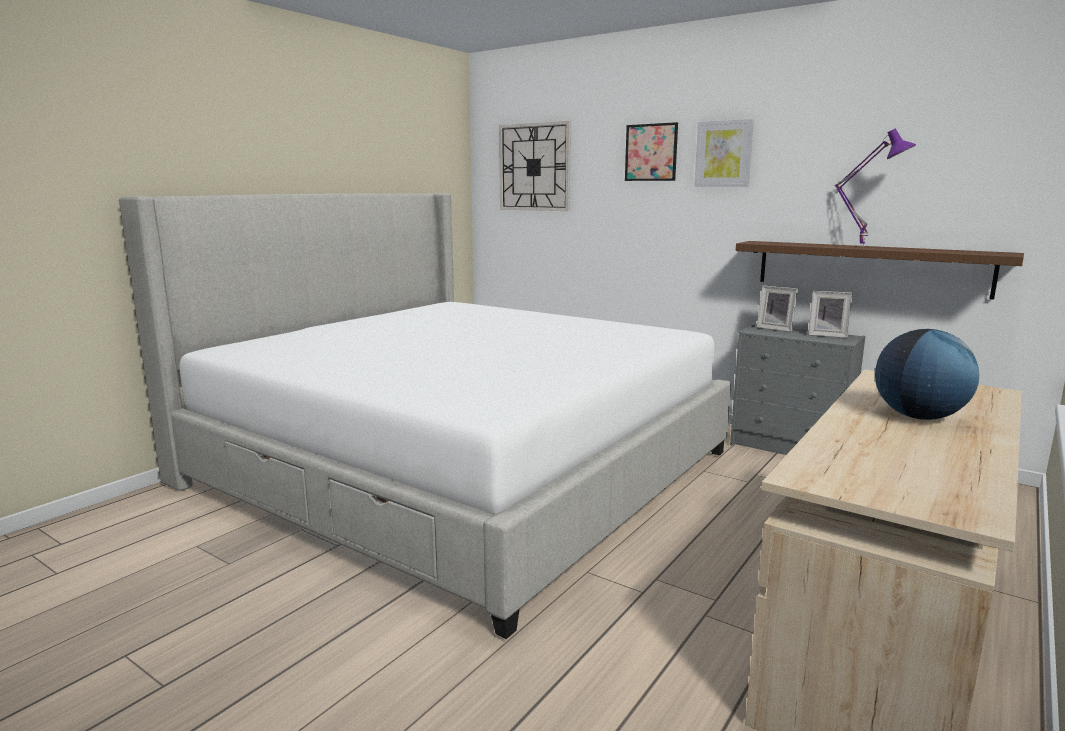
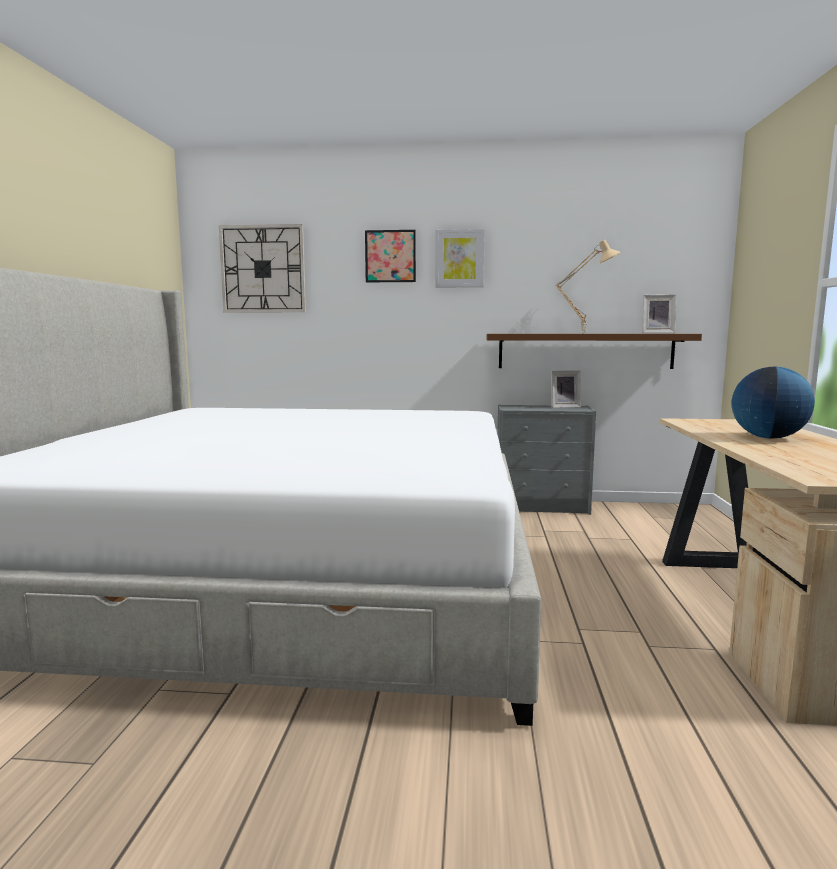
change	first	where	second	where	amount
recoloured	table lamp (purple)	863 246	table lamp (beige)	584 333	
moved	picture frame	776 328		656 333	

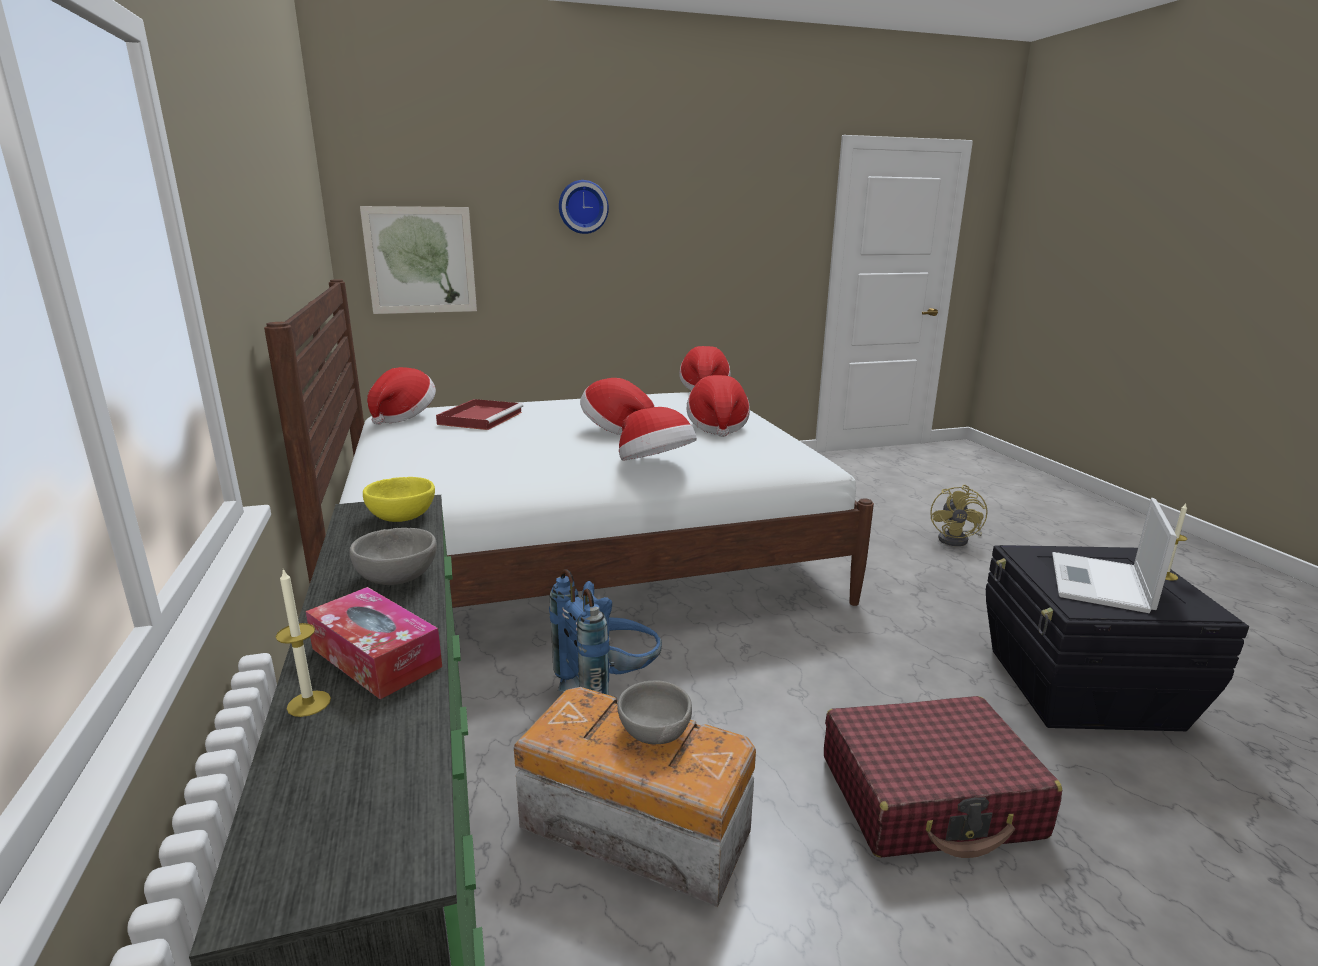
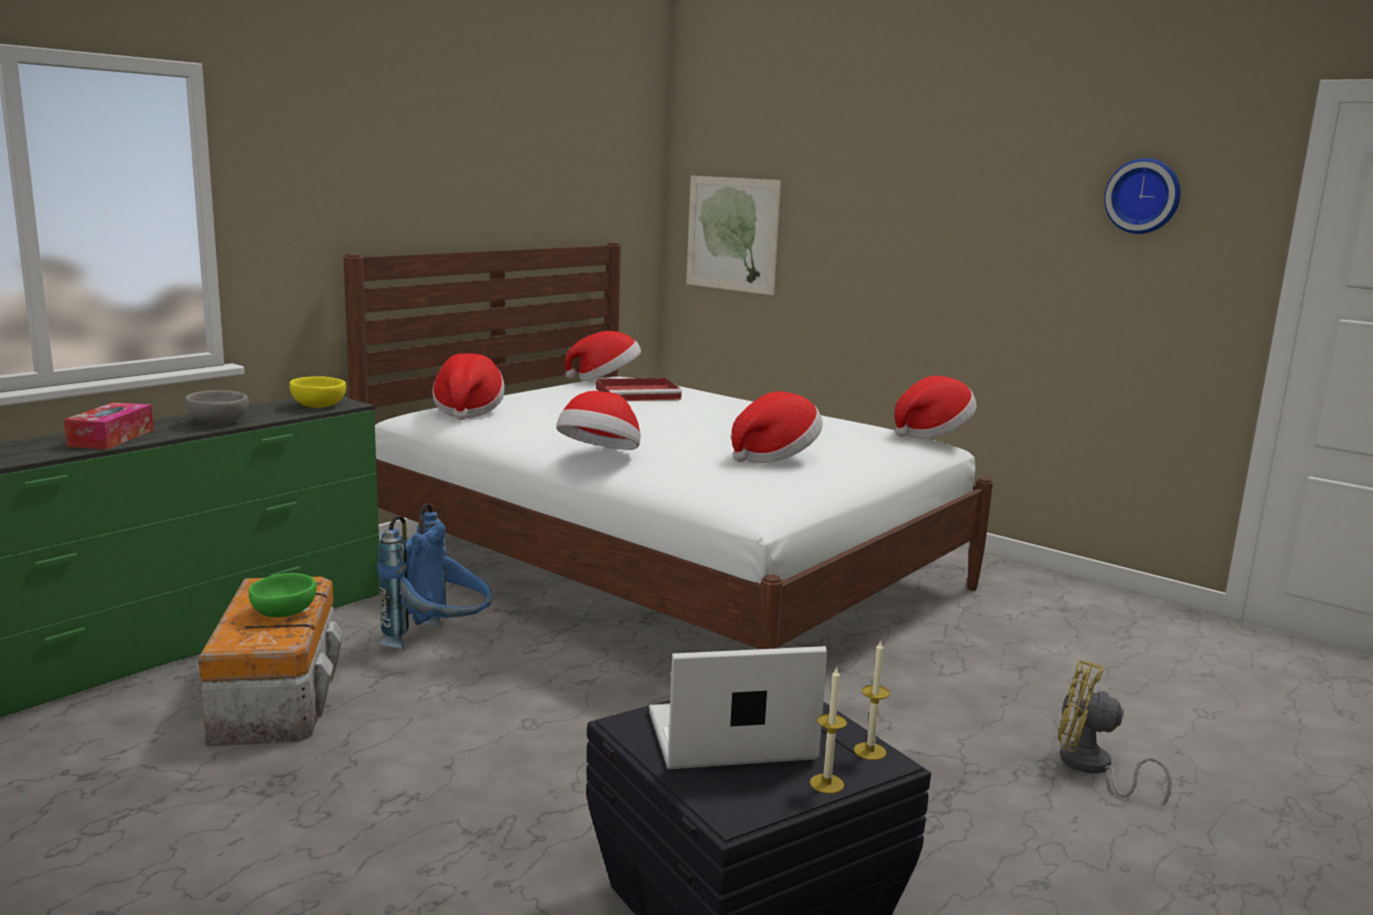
change	first	where	second	where	amount
moved	wall clock	582 207		1143 196	
moved	hat	616 430		468 411	
turned	fan (yellow)	957 539		1091 768	45 degrees clockwise
moved	candle	309 703		870 751	
recoloured	bowl (grey)	656 731	bowl (green)	285 613	
removed	suitcase (red)	930 797			

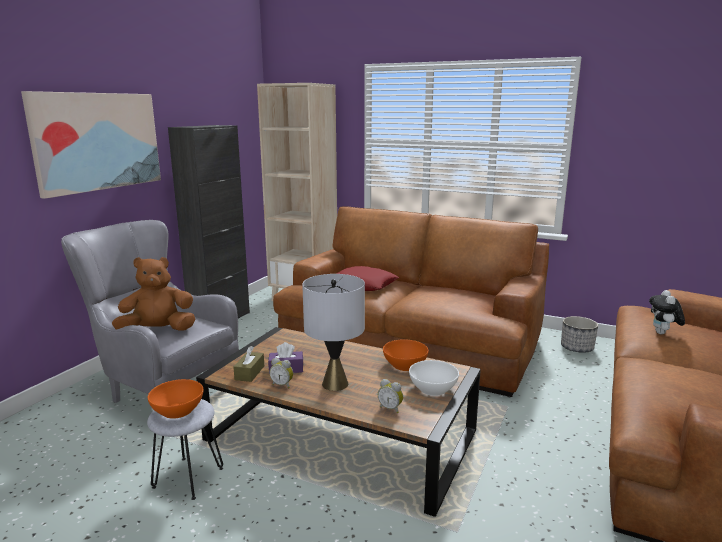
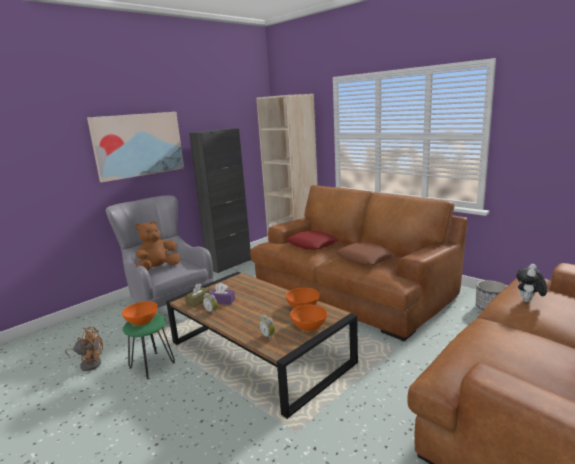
change	first	where	second	where	amount
turned	plush toy (brown)	158 331		158 268	45 degrees counterclockwise
removed	table lamp (grey)	335 383			
recoloured	bowl (white)	433 388	bowl (orange)	309 326	
recoloured	stool (grey)	188 477	stool (green)	152 365	
added			pillow (brown)	364 259	
added			fan (brown)	89 363	

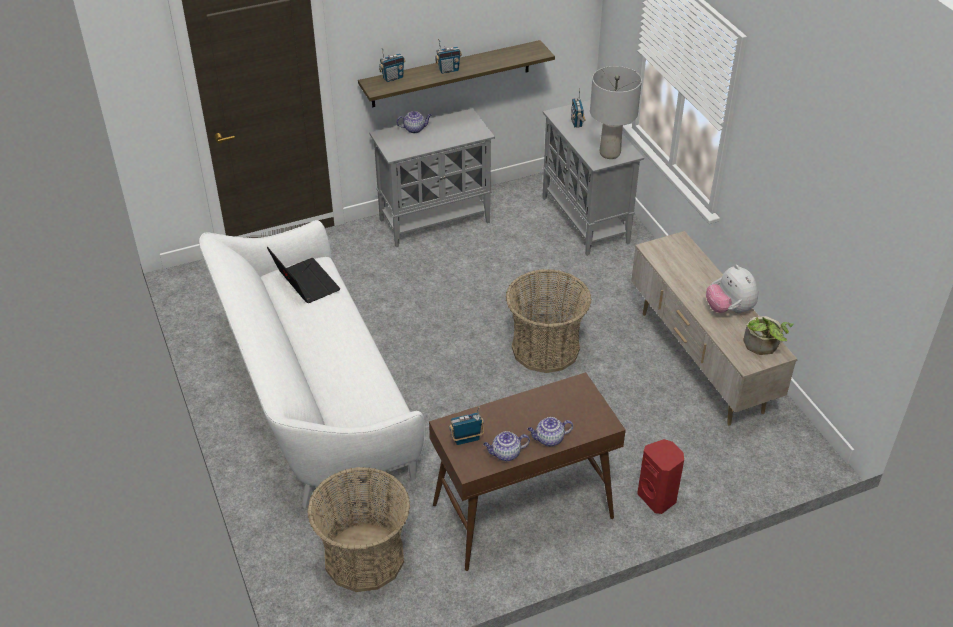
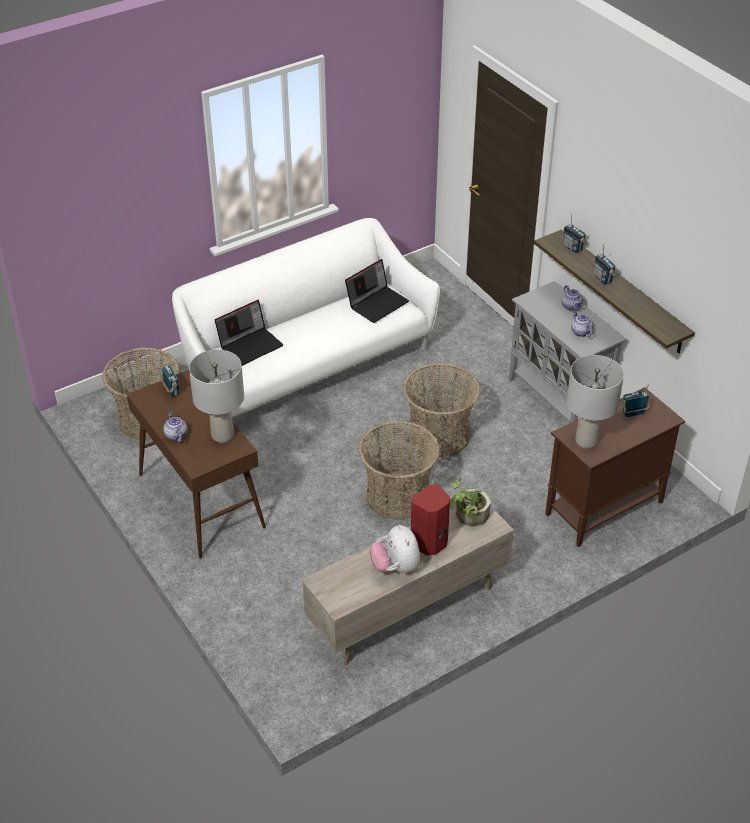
change	first	where	second	where	amount
recoloured	cabinet (grey)	585 220	cabinet (brown)	603 509	
turned	plush toy	729 309		396 567	75 degrees counterclockwise
moved	potted plant	763 346		468 516	
moved	teapot	505 454		580 332	
moved	speaker (red)	658 498		430 543	
added			laptop	250 345	
added			table lamp (grey)	223 435	
added			basket	439 435	

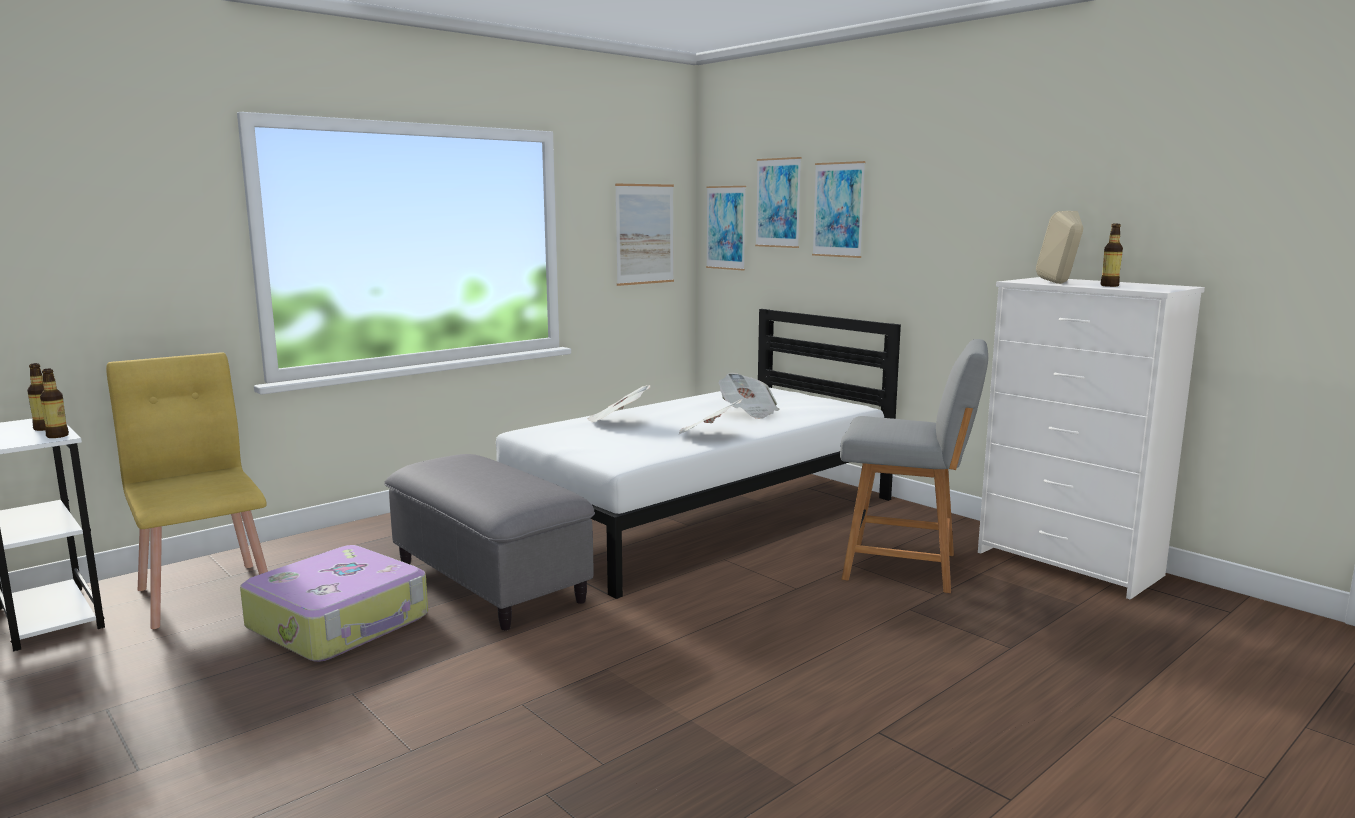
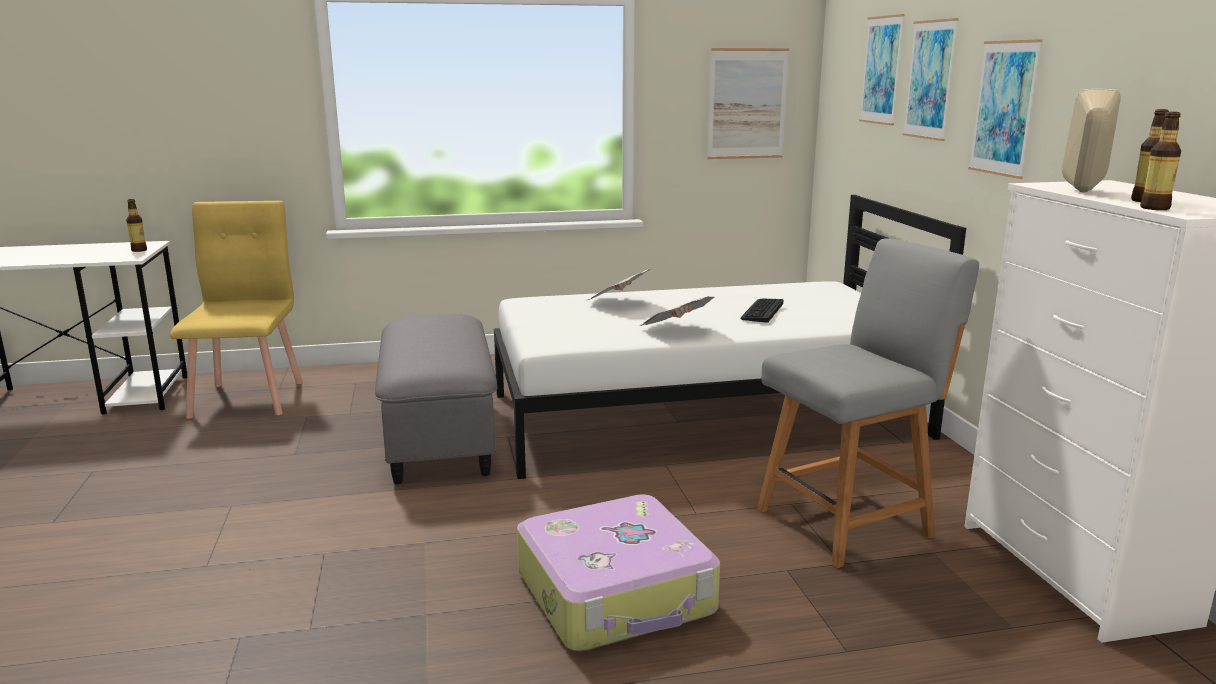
change	first	where	second	where	amount
moved	picture	726 227		1004 108	
turned	chair (grey)	905 567		848 521	75 degrees counterclockwise
moved	bottle	57 436		1155 208	
replaced	newspaper	748 412	keyboard	762 311	
moved	suitcase	340 622		617 593	

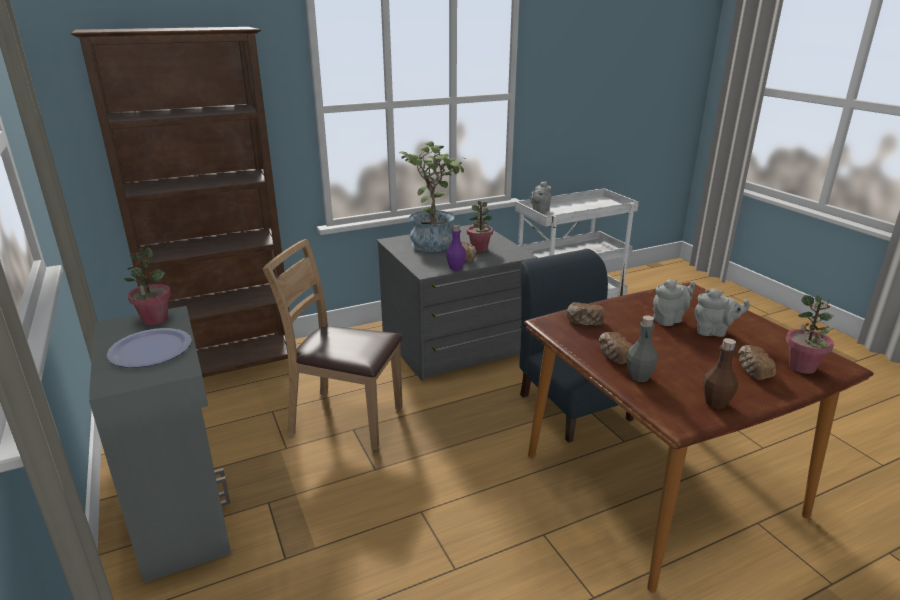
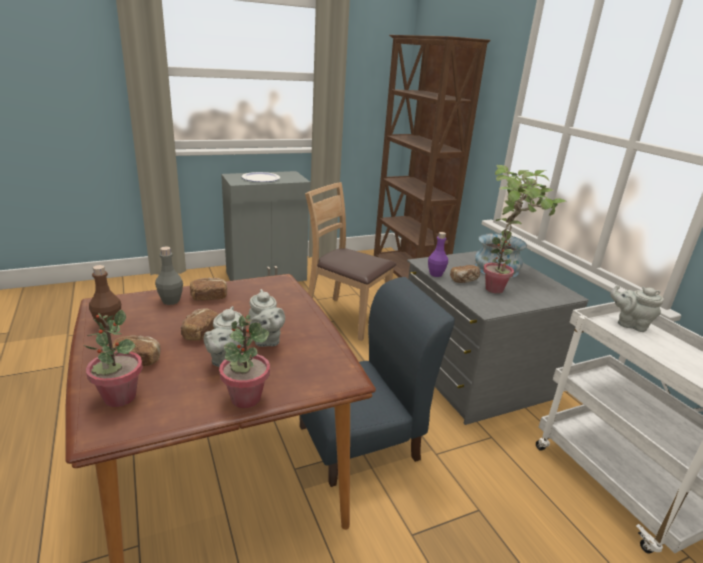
change	first	where	second	where	amount
turned	chair (brown)	345 420		345 318	75 degrees counterclockwise
moved	potted plant	155 319		245 398	
moved	bread	584 322		200 333	

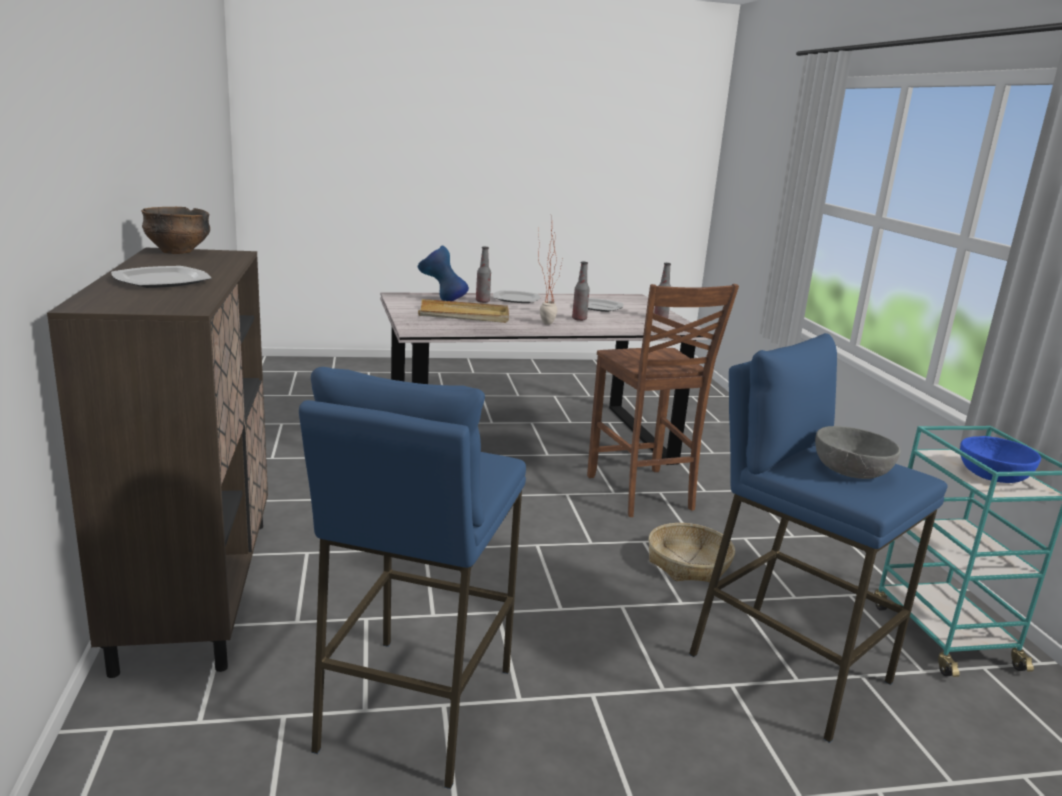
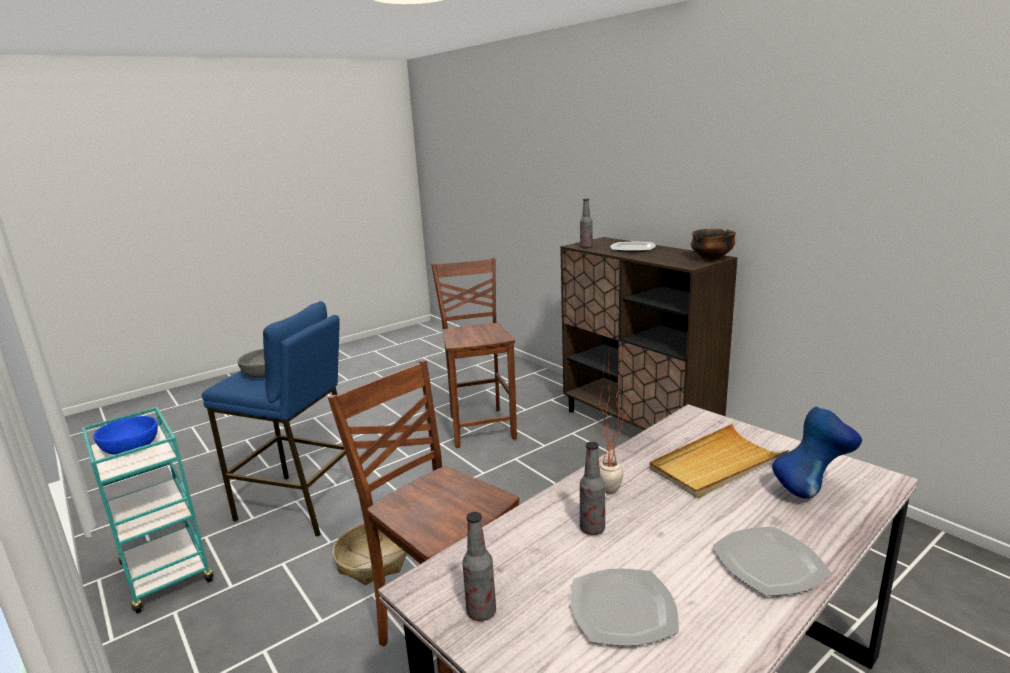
change	first	where	second	where	amount
moved	bottle	482 301		586 247	
replaced	stool (blue)	414 708	chair (brown)	481 426	

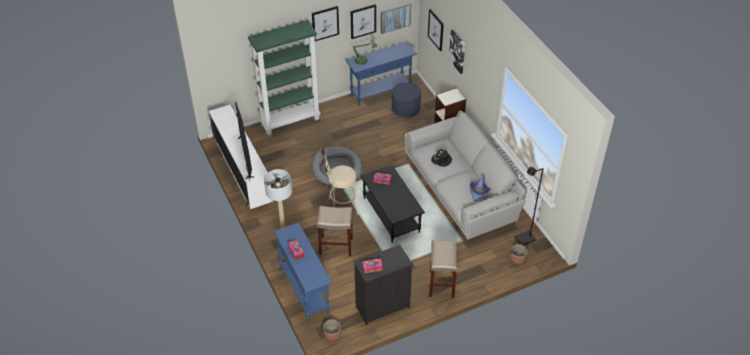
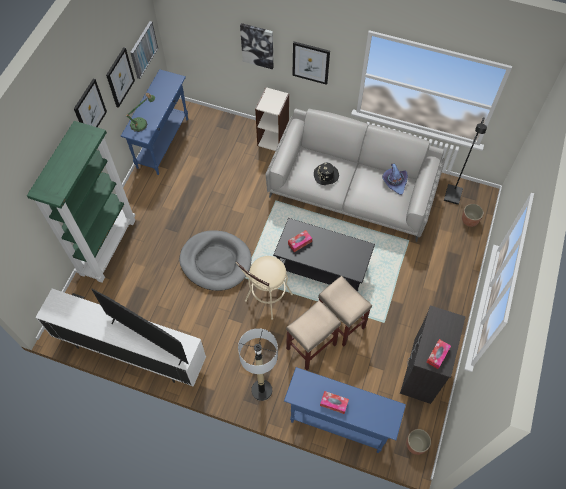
change	first	where	second	where	amount
moved	picture	436 29		311 62	
removed	ottoman (blue)	405 108			
moved	stool (beige)	441 284		340 323	

